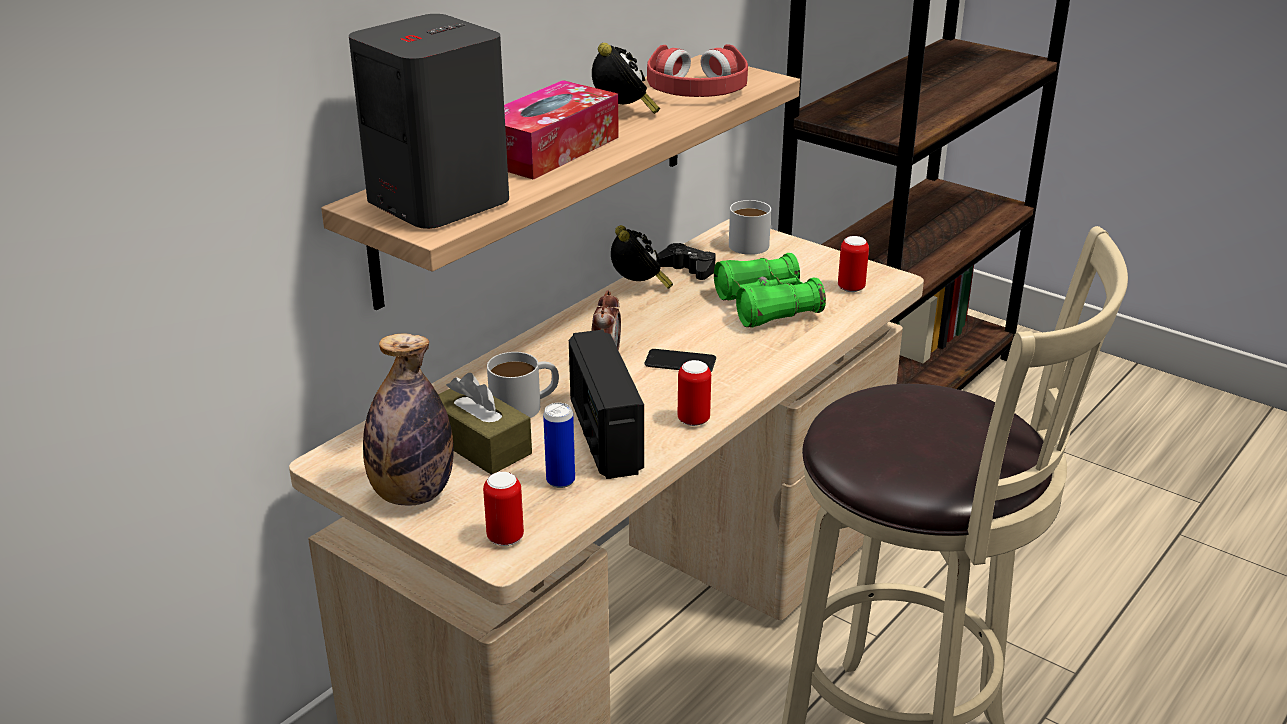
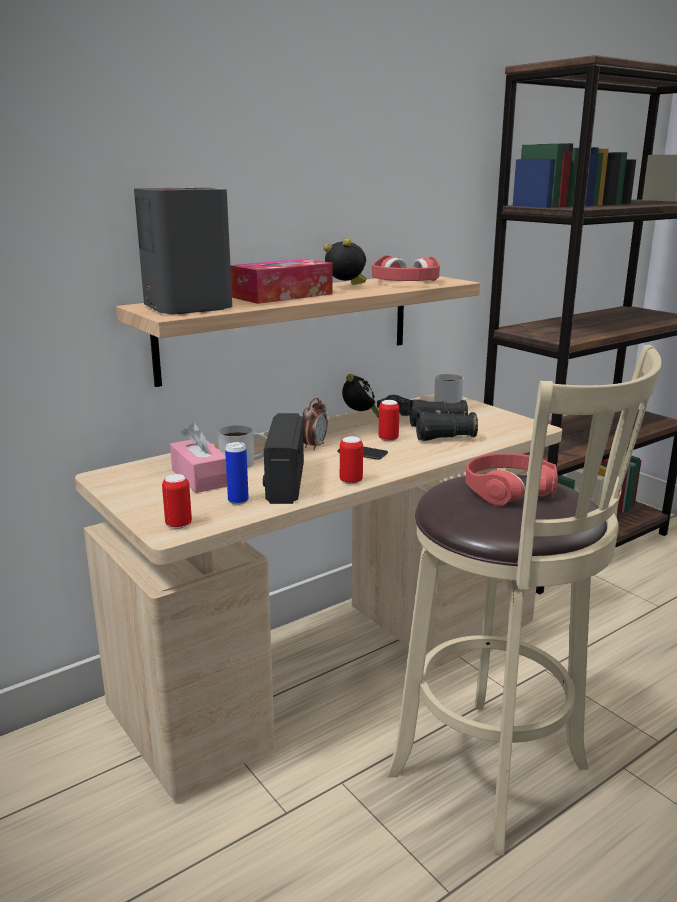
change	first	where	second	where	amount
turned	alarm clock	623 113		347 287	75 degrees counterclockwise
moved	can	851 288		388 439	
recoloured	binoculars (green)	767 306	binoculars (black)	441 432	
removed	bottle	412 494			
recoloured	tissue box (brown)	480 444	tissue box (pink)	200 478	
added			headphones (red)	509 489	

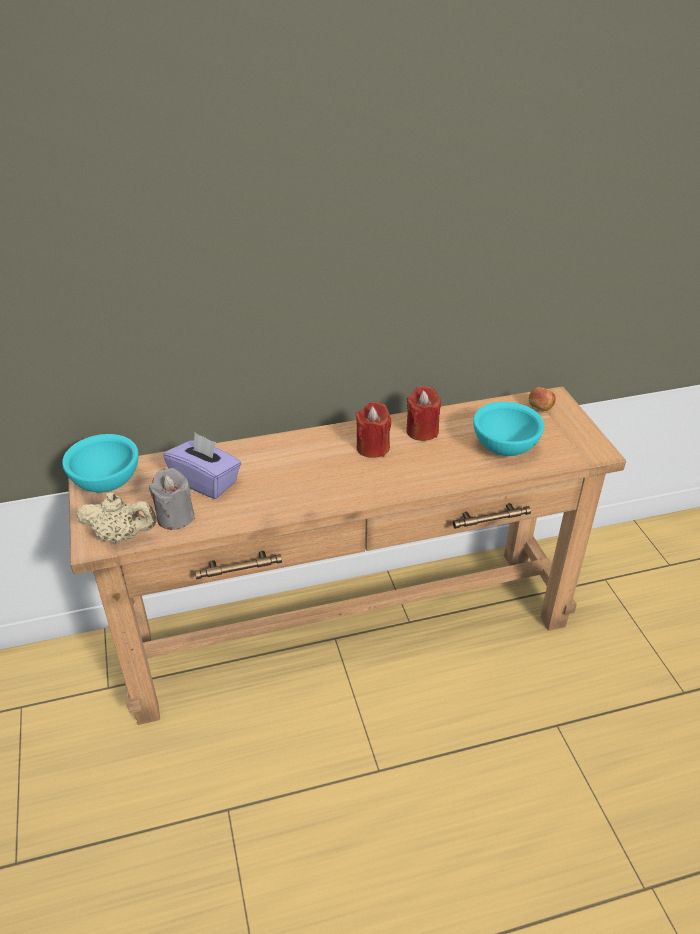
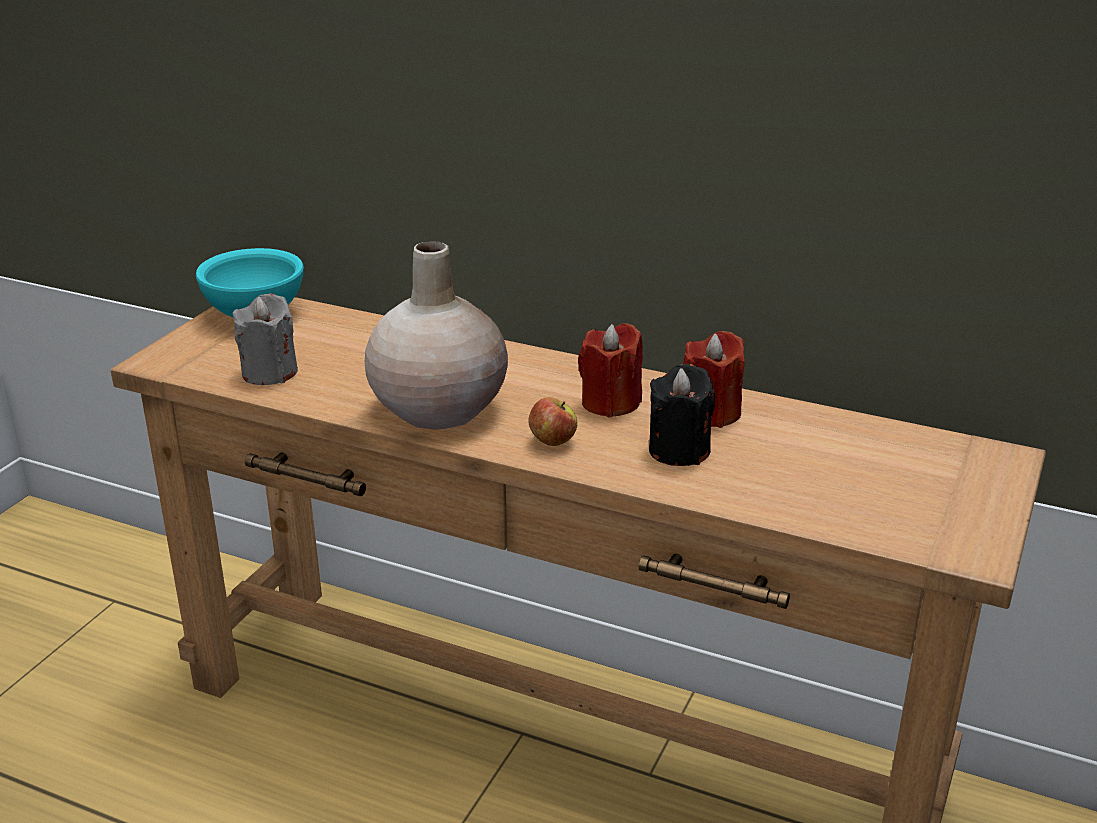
change	first	where	second	where	amount
moved	apple	540 408		552 442	
removed	bowl (turquoise)	504 447			
removed	tissue box (purple)	206 481			
removed	teapot (beige)	121 536			
added			vase (beige)	438 409	
added			candle (black)	679 451	

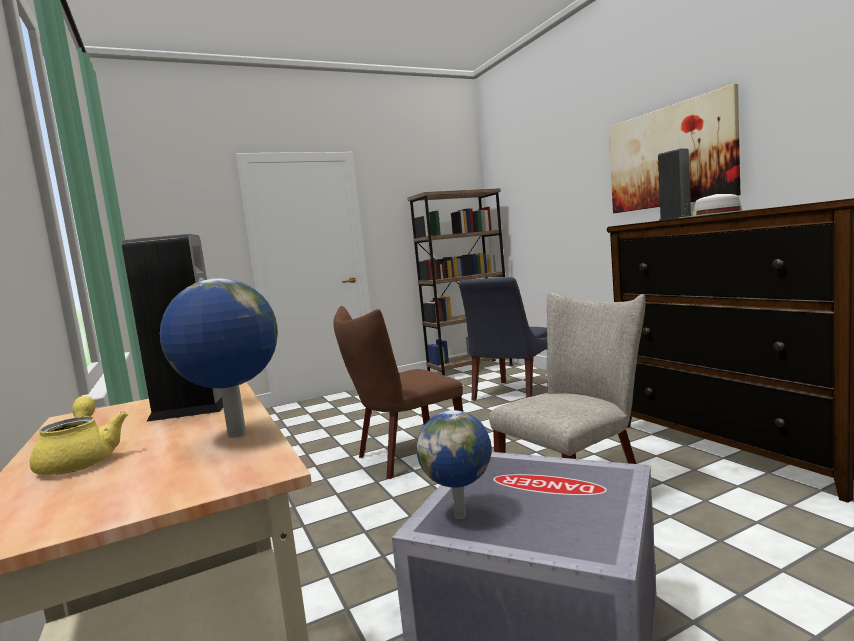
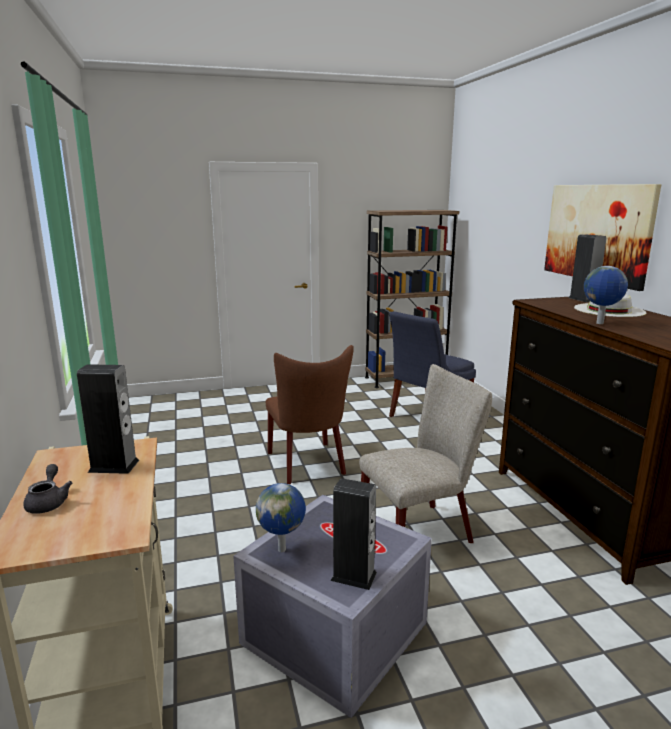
change	first	where	second	where	amount
moved	globe	236 435		600 323	
turned	chair (brown)	405 457		308 465	90 degrees counterclockwise
recoloured	teapot (yellow)	82 460	teapot (grey)	49 502	
added			speaker	353 576	

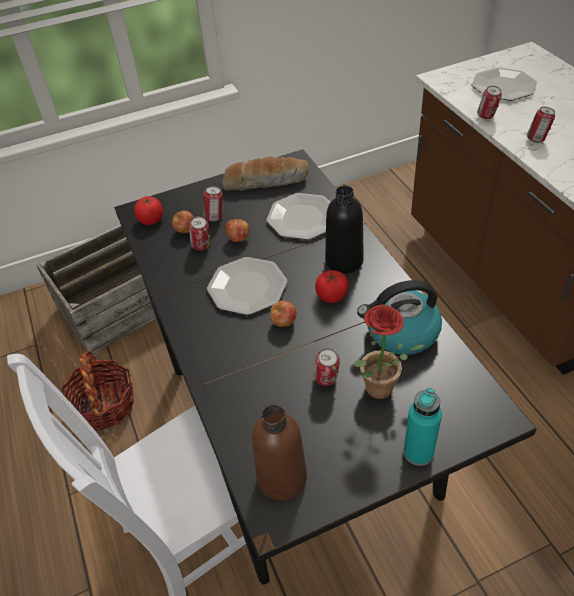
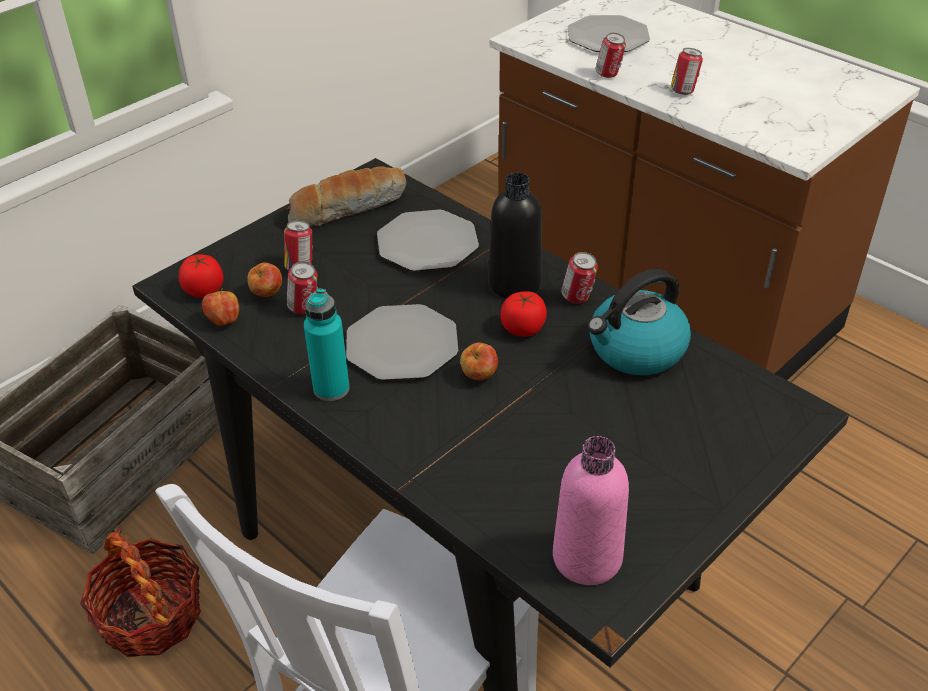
change	first	where	second	where	amount
moved	apple	238 239		223 321	
removed	potted plant	379 393			
moved	can	326 380		577 299	
moved	bottle (turquoise)	418 452		331 388	
recoloured	bottle (brown)	282 478	bottle (pink)	587 558	

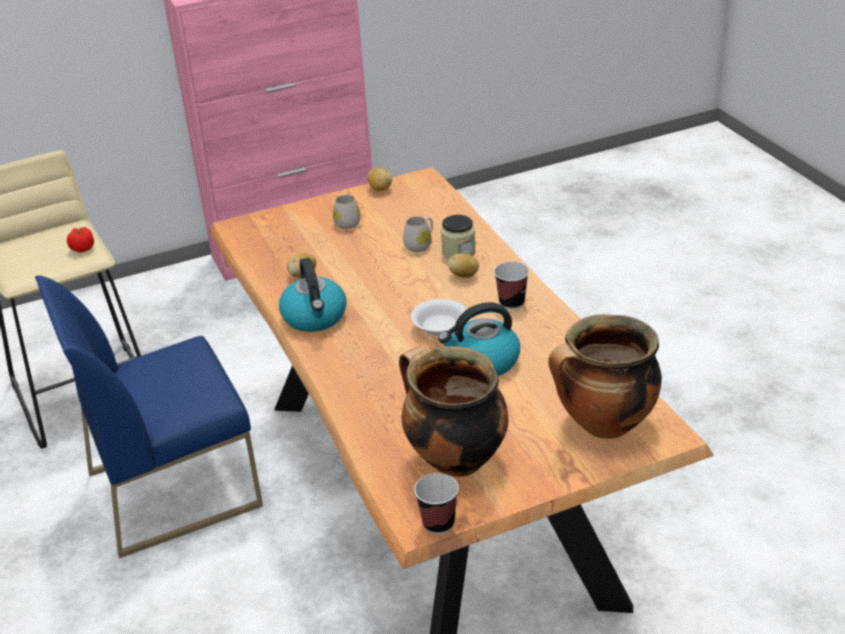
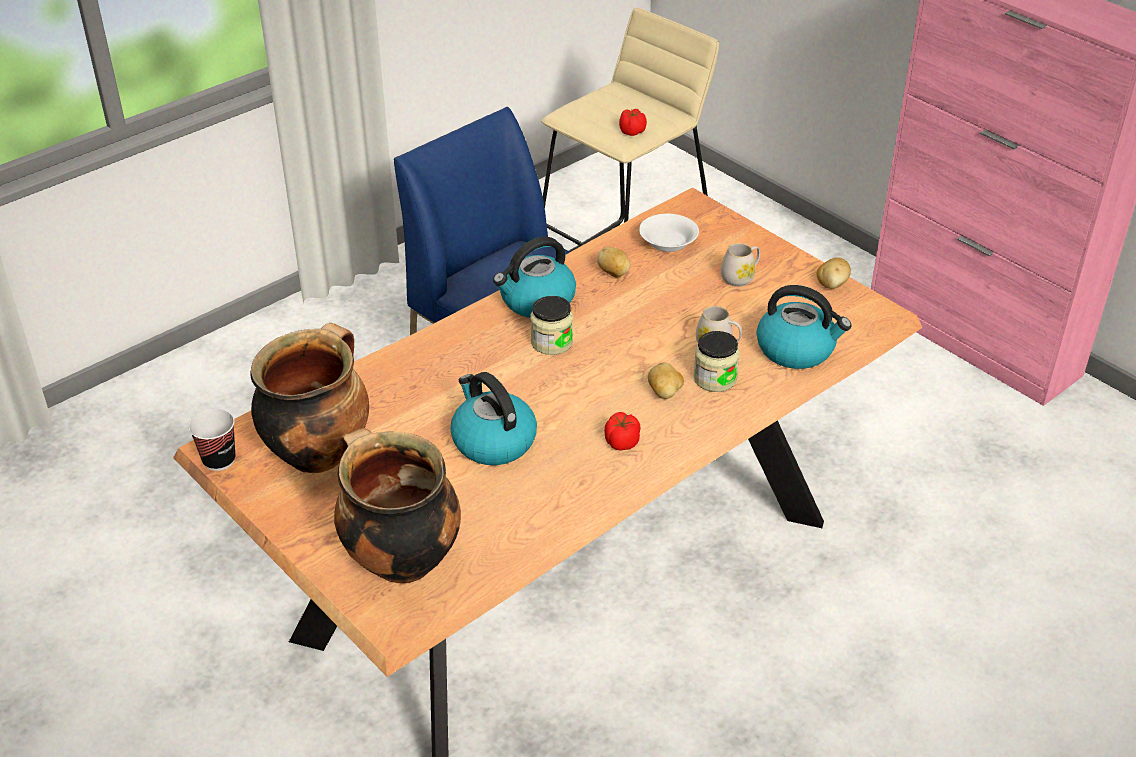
change	first	where	second	where	amount
replaced	cup	511 303	tomato	621 443	
moved	bowl (white)	440 328		667 244	
added			kettle	797 349	
added			jar	552 342	

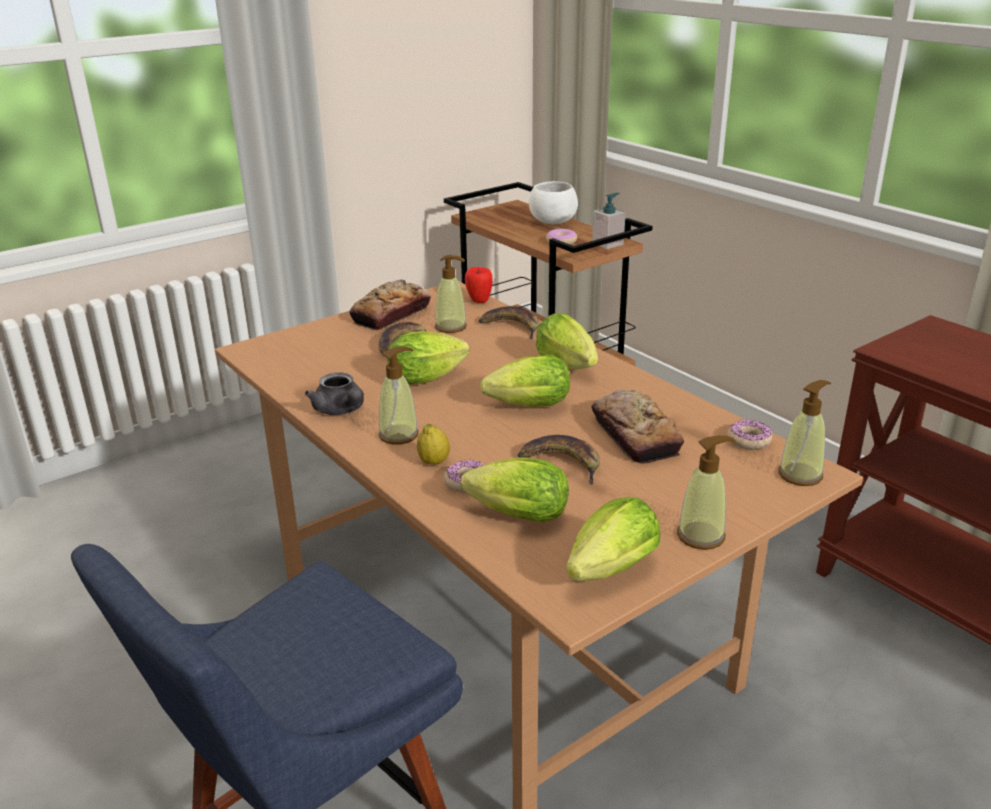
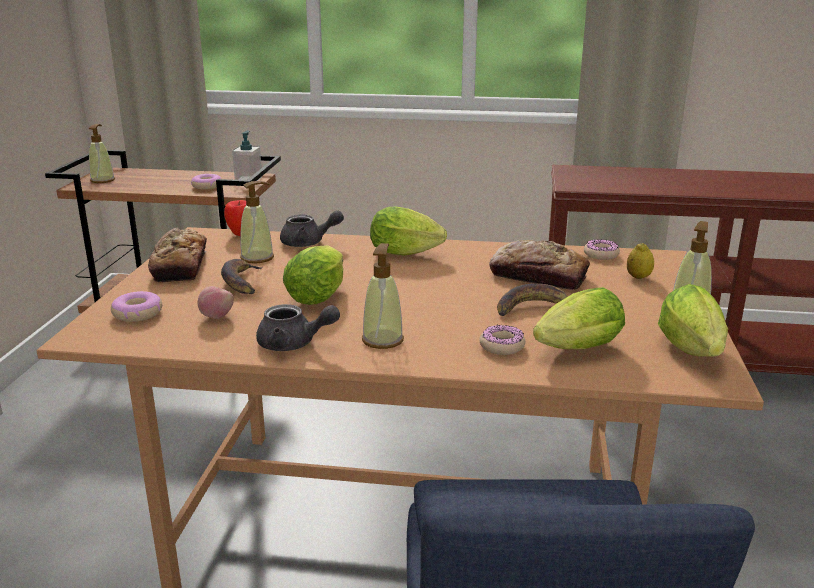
change	first	where	second	where	amount
removed	bowl (white)	552 222			
replaced	banana	512 327	teapot (grey)	308 243	
removed	lettuce	524 406			
moved	soap dispenser	800 475		103 180	
moved	lemon	434 462		638 277	
added			apple	217 317	
added			donut	137 314	

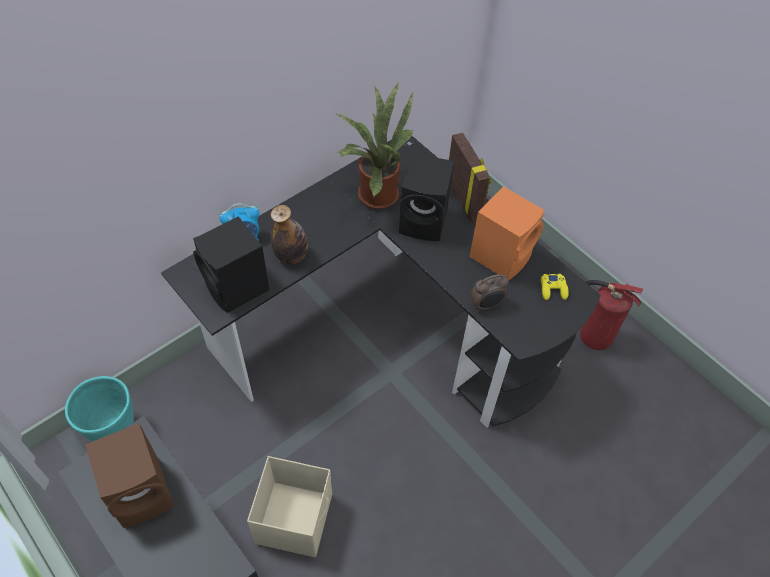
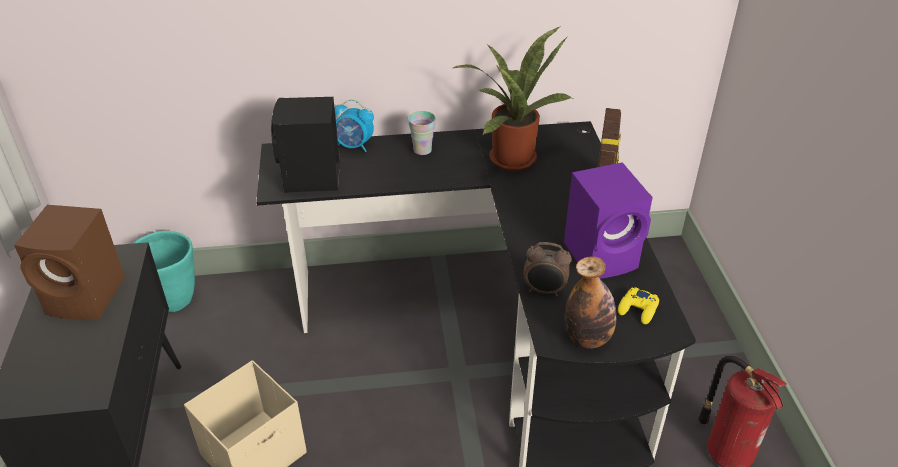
change	first	where	second	where	amount
removed	speaker (black)	425 221			
recoloured	speaker (orange)	502 255	speaker (purple)	603 255	
moved	bottle	291 256		587 338	
added			cup	422 150	

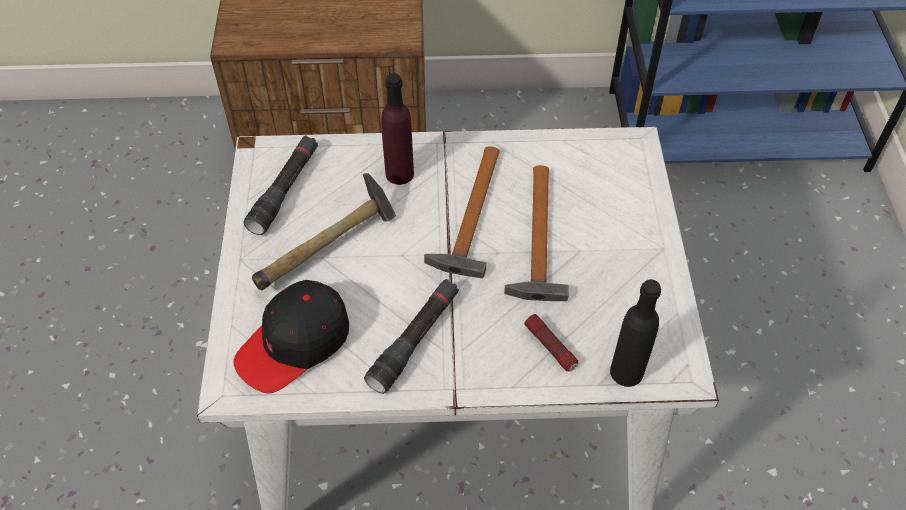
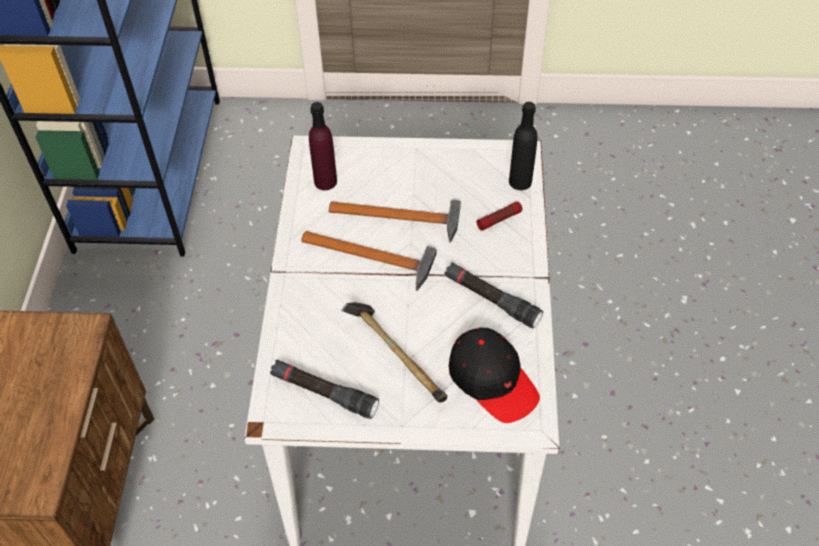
change	first	where	second	where	amount
moved	bottle (purple)	399 174		325 181	

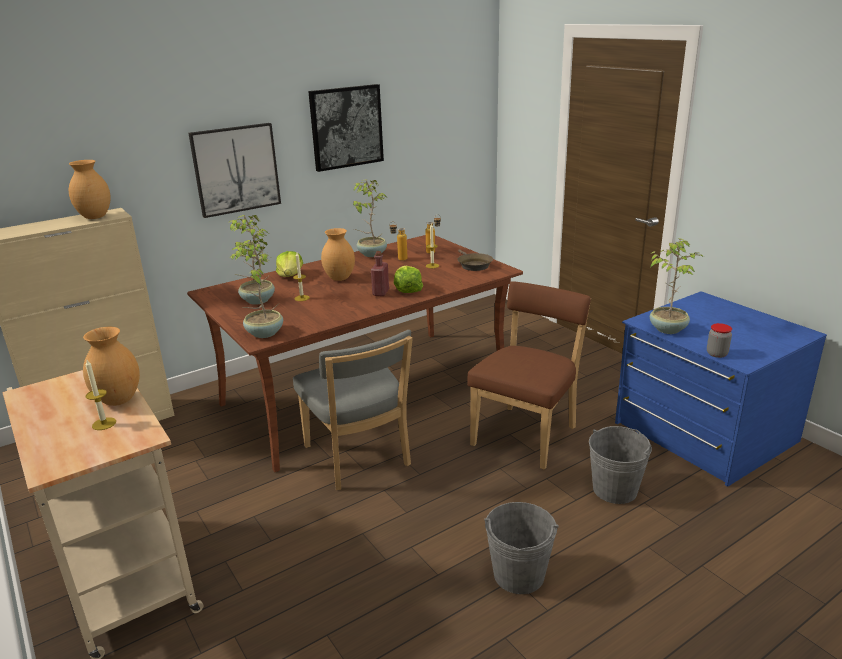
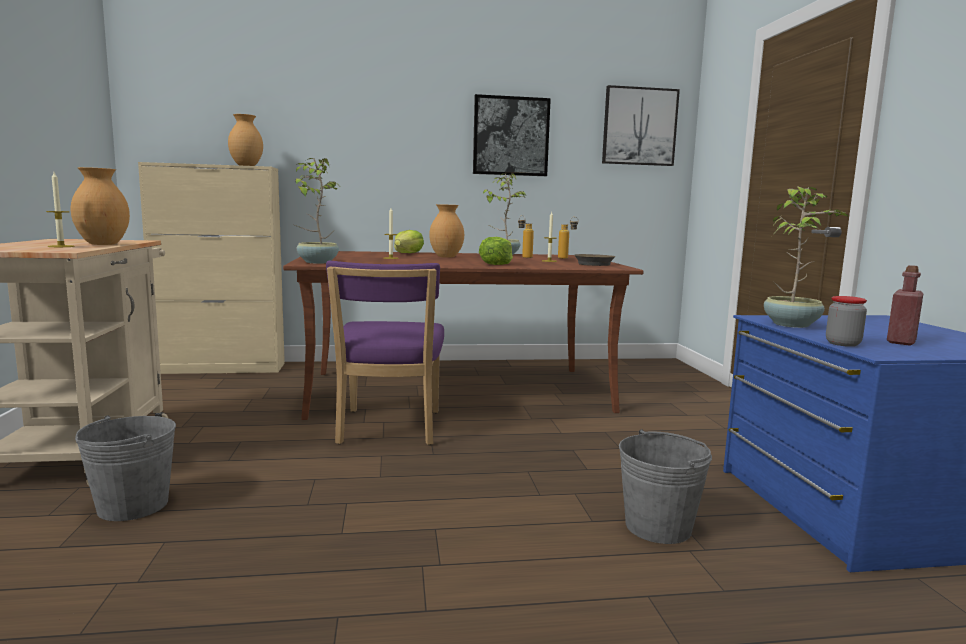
change	first	where	second	where	amount
moved	picture	236 169		639 126	
removed	potted plant	257 300			
moved	bottle (red)	380 292		901 342	
removed	chair (brown)	527 434			
recoloured	chair (grey)	359 459	chair (purple)	388 429	
moved	bucket (grey)	518 575		133 505	

